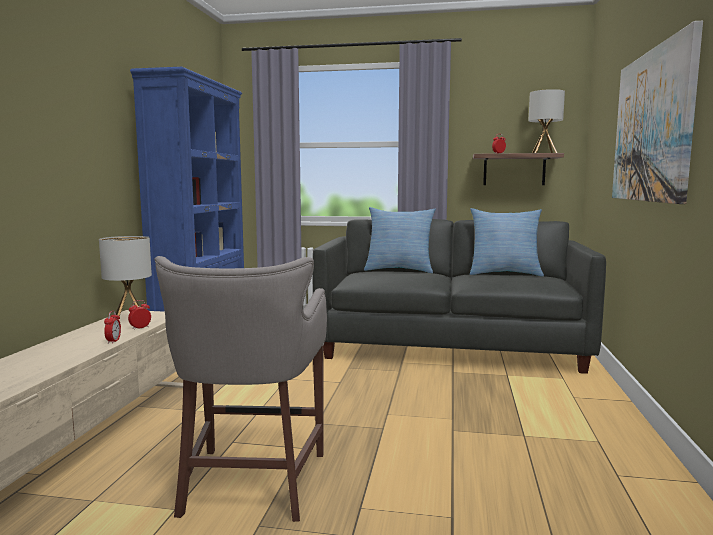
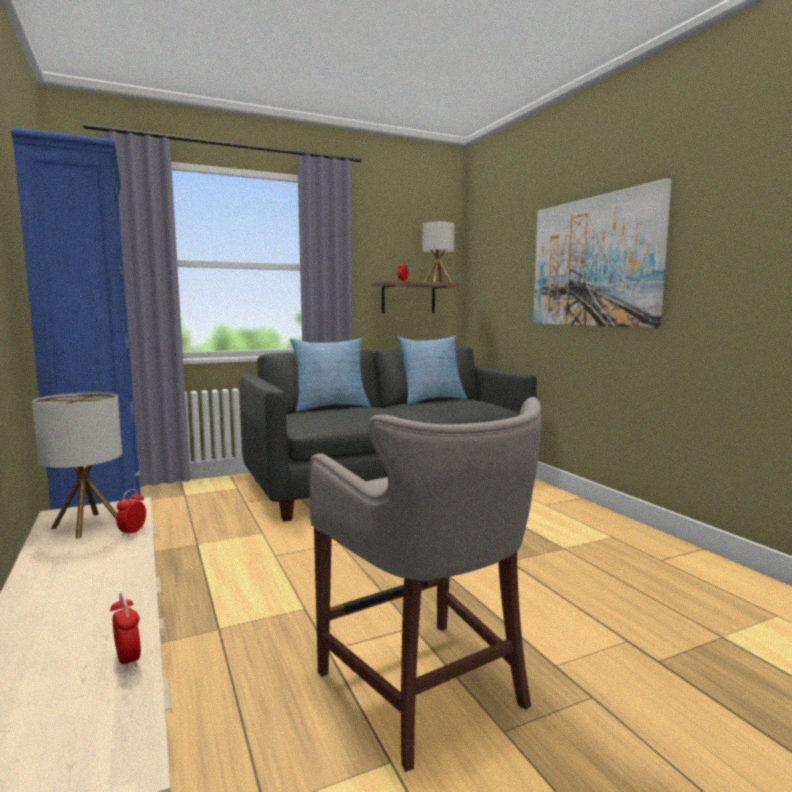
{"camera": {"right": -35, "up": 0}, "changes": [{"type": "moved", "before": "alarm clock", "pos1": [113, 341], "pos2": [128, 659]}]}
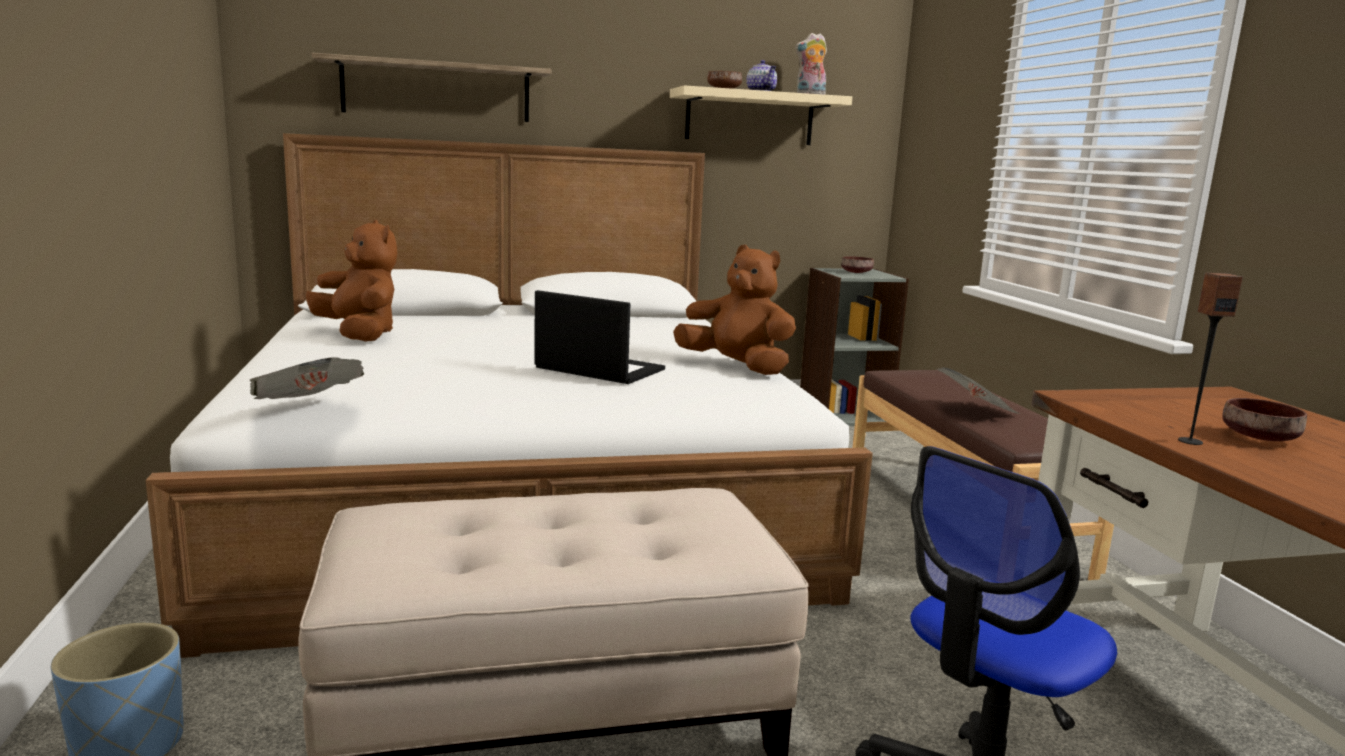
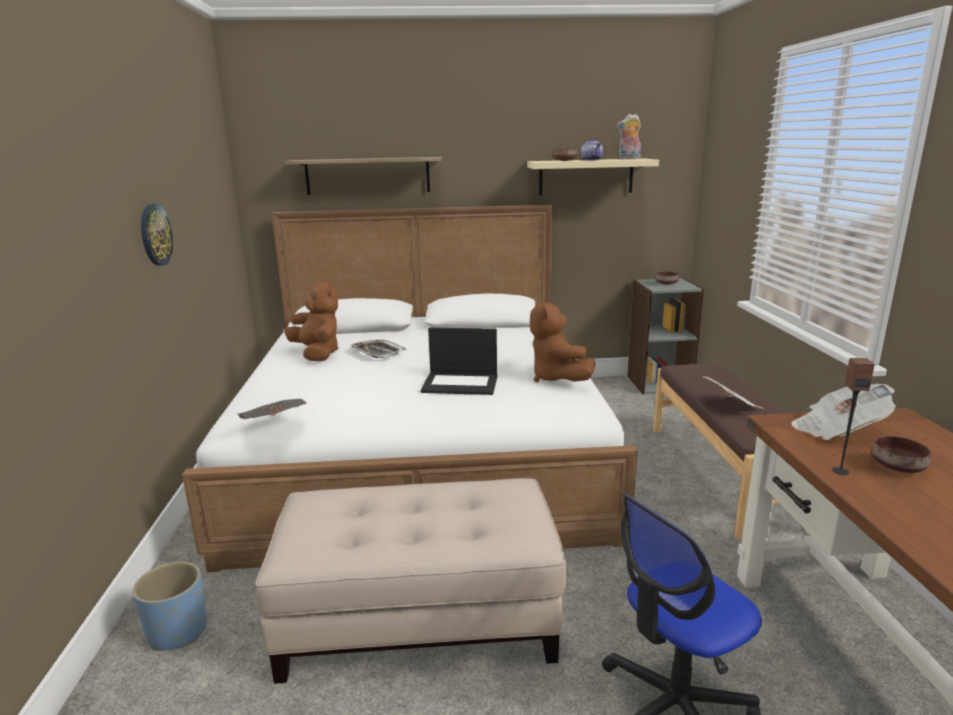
{"camera": {"right": 10, "up": 5}, "changes": [{"type": "turned", "before": "portable computer", "pos1": [598, 369], "pos2": [461, 383], "turn": 150}, {"type": "turned", "before": "brown cuddly toy", "pos1": [737, 367], "pos2": [557, 378], "turn": -150}, {"type": "added", "after": "clock on the wall", "pos2": [155, 234]}, {"type": "added", "after": "serving tray", "pos2": [377, 353]}, {"type": "added", "after": "printed paper", "pos2": [838, 430]}]}
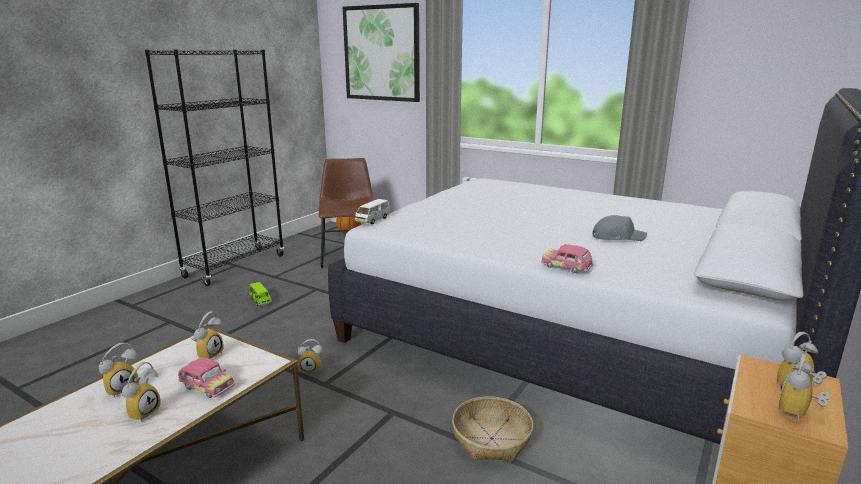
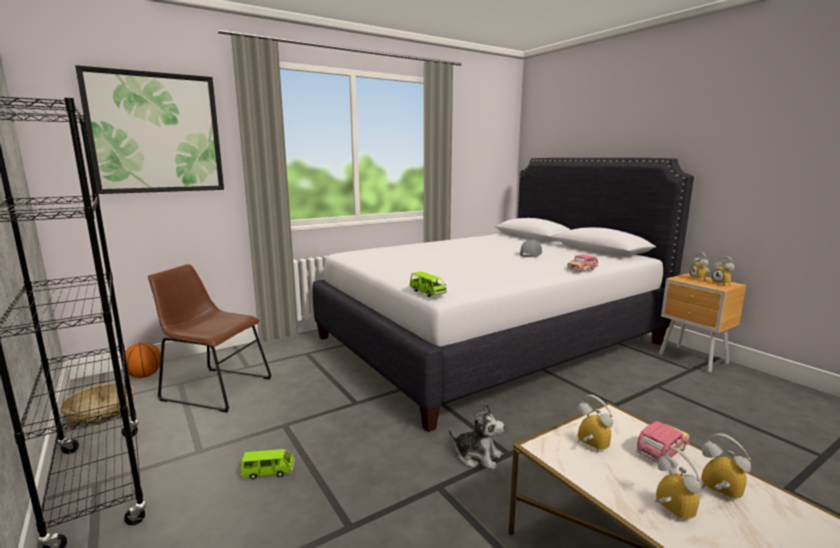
{"camera": {"right": -65, "up": -5}, "changes": [{"type": "replaced", "before": "alarm clock", "after": "cuddly toy", "pos1": [312, 369], "pos2": [477, 456]}, {"type": "recoloured", "before": "whitish toy car", "after": "green-coloured toy car", "pos1": [373, 220], "pos2": [427, 292]}, {"type": "moved", "before": "storage basket", "pos1": [492, 438], "pos2": [100, 411]}]}
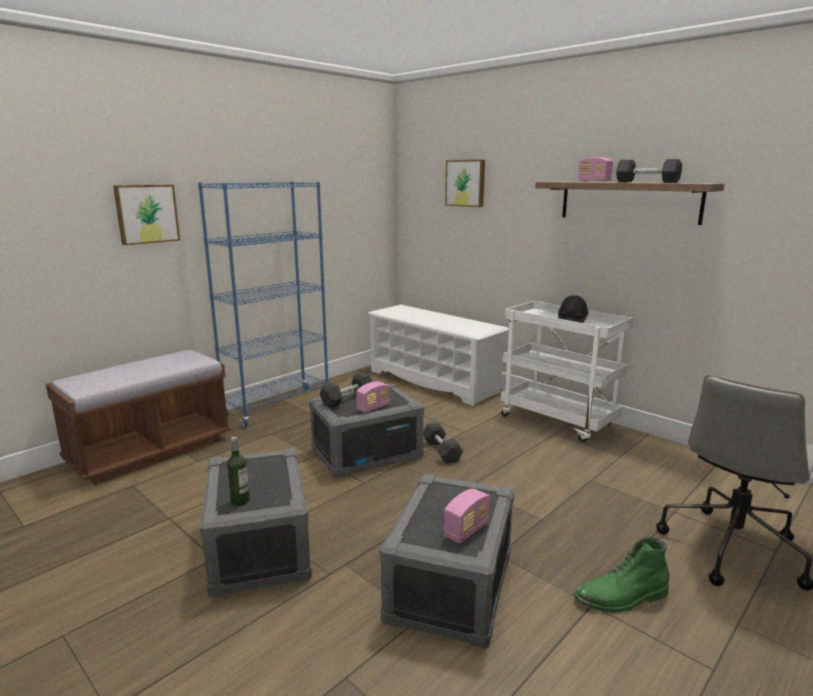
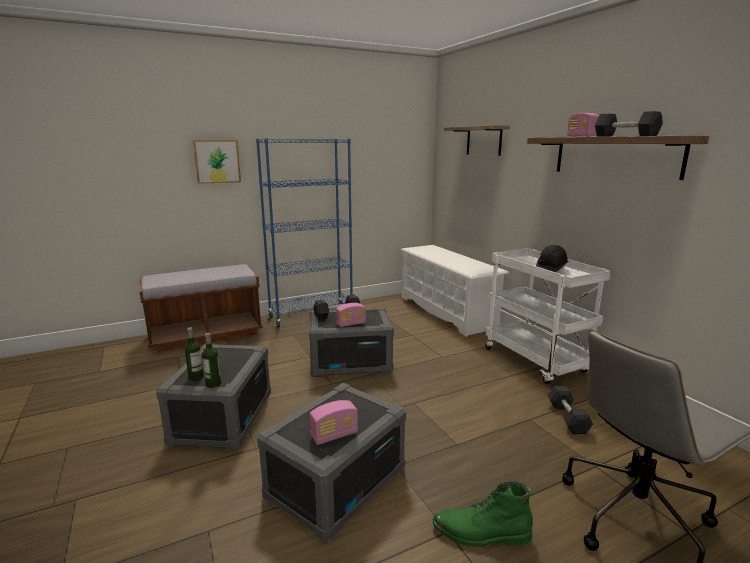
{"camera": {"right": 20, "up": 0}, "changes": [{"type": "moved", "before": "black-coloured dumbbell", "pos1": [441, 451], "pos2": [567, 418]}, {"type": "replaced", "before": "picture", "after": "bracket shelf", "pos1": [466, 183], "pos2": [484, 141]}, {"type": "added", "after": "bottle", "pos2": [213, 384]}]}
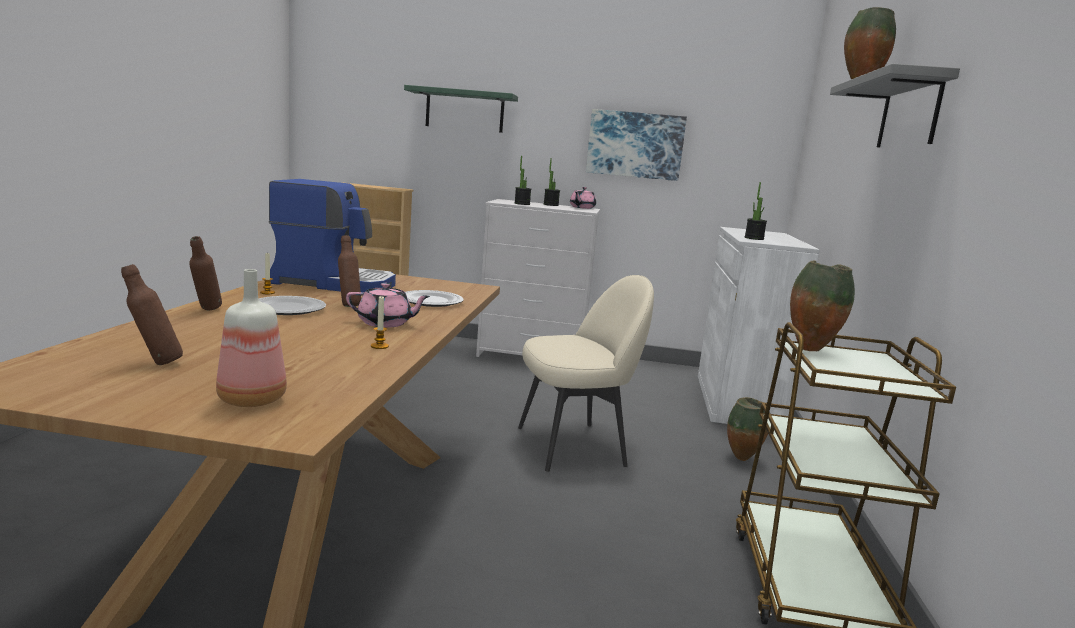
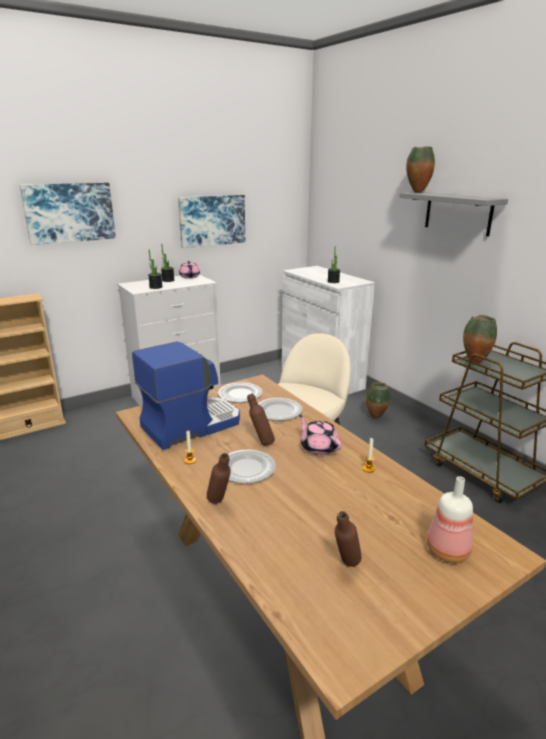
{"camera": {"right": -40, "up": 10}, "changes": [{"type": "turned", "before": "pink tea pot", "pos1": [385, 323], "pos2": [318, 447], "turn": -90}, {"type": "replaced", "before": "green-coloured bracket shelf", "after": "picture", "pos1": [464, 110], "pos2": [69, 212]}, {"type": "added", "after": "flat dish", "pos2": [239, 394]}]}
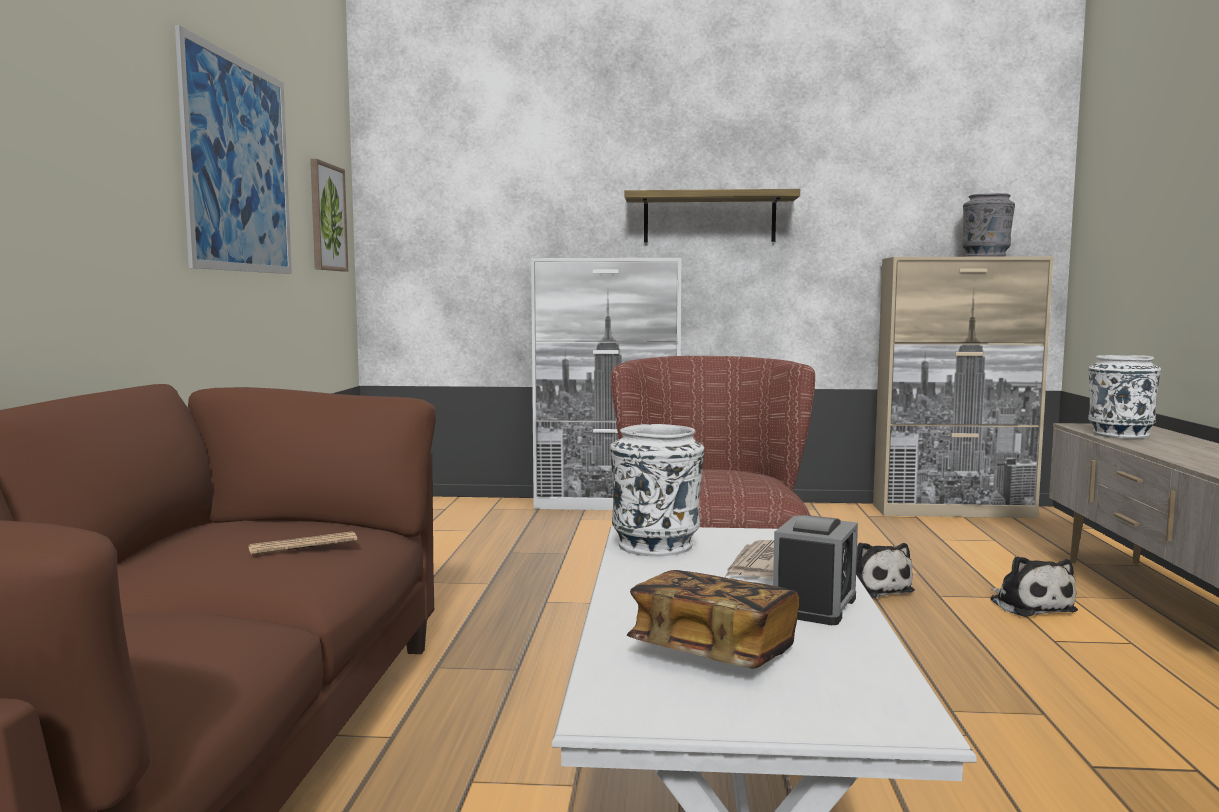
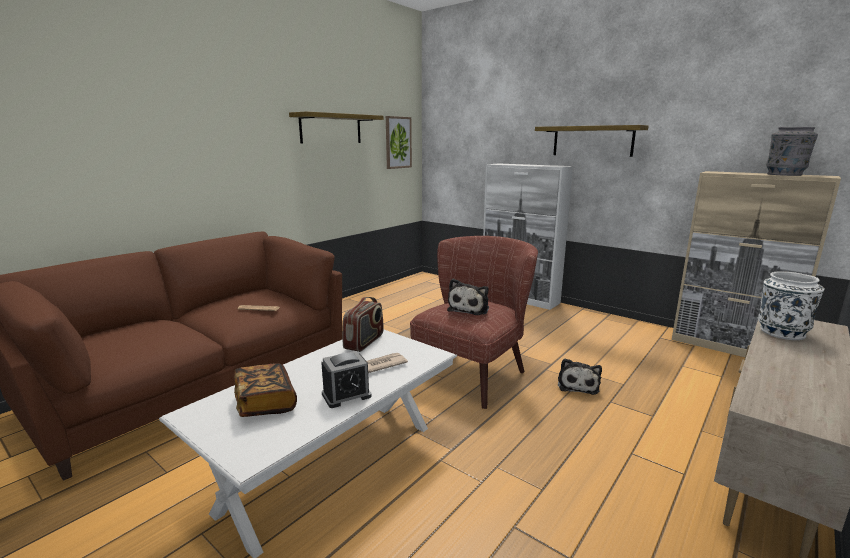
{"camera": {"right": 35, "up": 10}, "changes": [{"type": "replaced", "before": "picture", "after": "bracket shelf", "pos1": [239, 165], "pos2": [331, 128]}, {"type": "replaced", "before": "whitish decorative vase", "after": "radio set", "pos1": [656, 545], "pos2": [364, 342]}, {"type": "moved", "before": "cuddly toy", "pos1": [1030, 605], "pos2": [469, 308]}]}
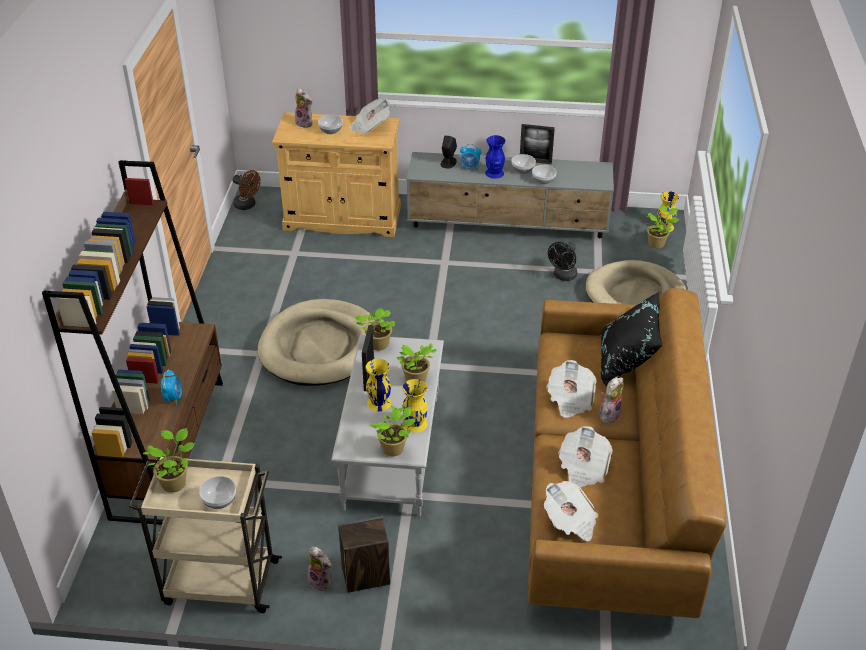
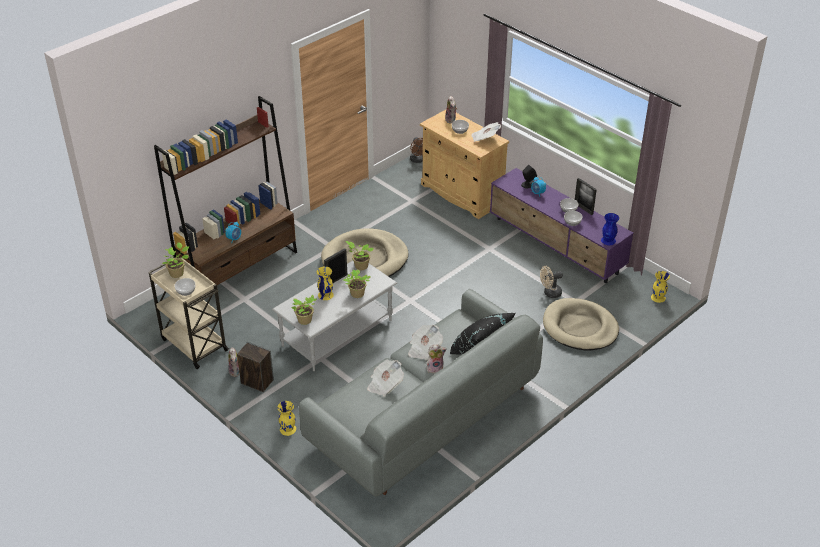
{"camera": {"right": 40, "up": 0}, "changes": [{"type": "moved", "before": "yellow-coloured decorative vase", "pos1": [415, 423], "pos2": [288, 429]}, {"type": "recoloured", "before": "grey media console", "after": "purple-coloured media console", "pos1": [508, 225], "pos2": [556, 246]}, {"type": "moved", "before": "blue-coloured decorative vase", "pos1": [494, 173], "pos2": [608, 240]}, {"type": "recoloured", "before": "brown couch", "after": "grey couch", "pos1": [609, 487], "pos2": [425, 416]}, {"type": "removed", "before": "printed paper", "pos1": [570, 521]}, {"type": "recoloured", "before": "black-coloured electric fan", "after": "sand-coloured electric fan", "pos1": [563, 276], "pos2": [549, 293]}, {"type": "removed", "before": "plant in a pot", "pos1": [657, 243]}]}
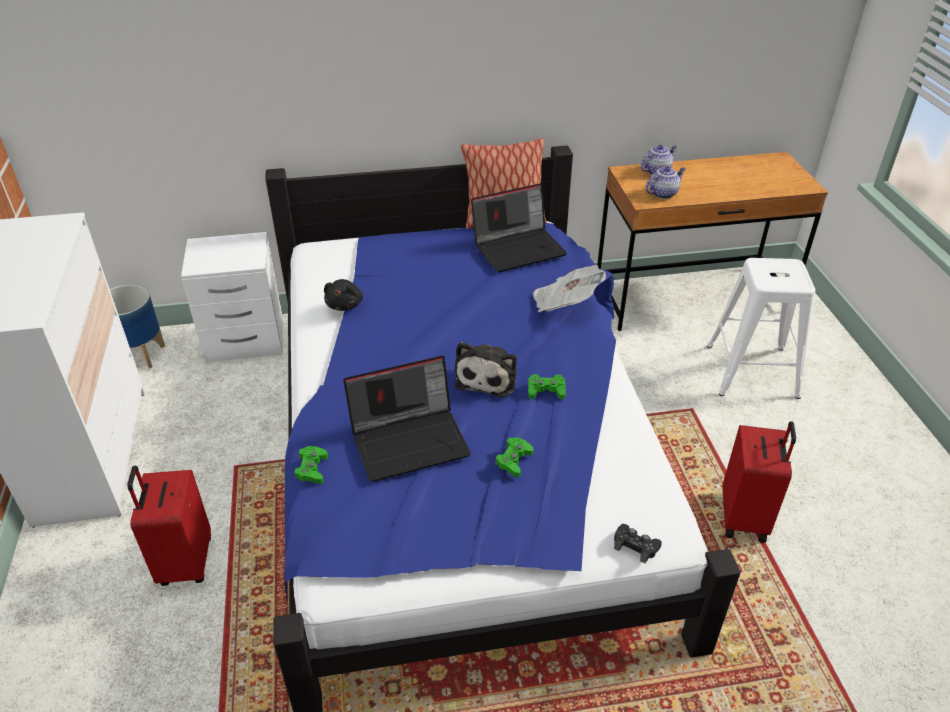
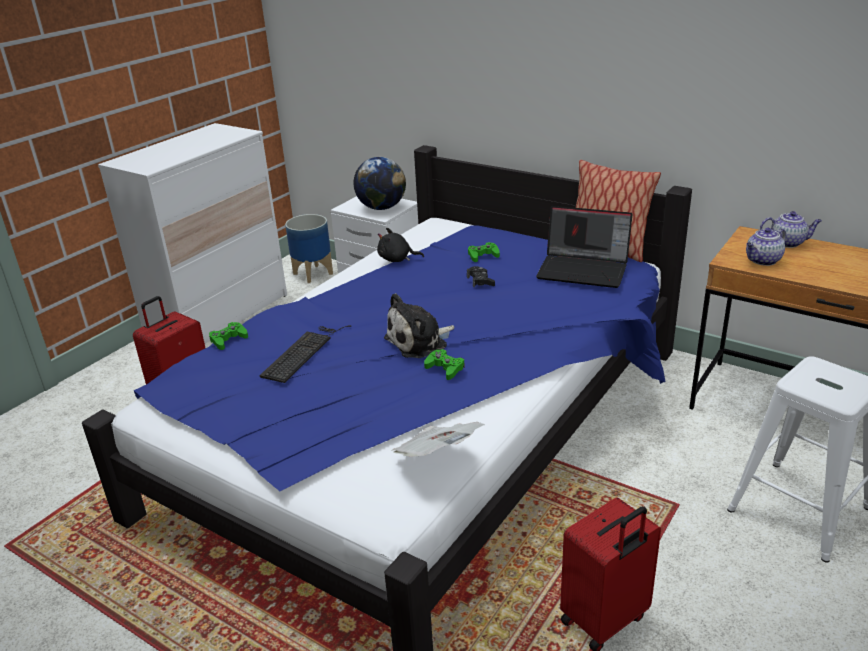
{"camera": {"right": 45, "up": -10}, "changes": [{"type": "turned", "before": "black-coloured cuddly toy", "pos1": [345, 304], "pos2": [397, 259], "turn": 45}, {"type": "replaced", "before": "portable computer", "after": "PC keyboard", "pos1": [410, 440], "pos2": [304, 351]}, {"type": "moved", "before": "green-coloured game controller", "pos1": [514, 460], "pos2": [483, 256]}, {"type": "moved", "before": "printed paper", "pos1": [565, 303], "pos2": [438, 457]}, {"type": "moved", "before": "black-coloured game controller", "pos1": [635, 546], "pos2": [480, 281]}, {"type": "turned", "before": "tea pot", "pos1": [663, 193], "pos2": [762, 261], "turn": 135}, {"type": "added", "after": "world globe", "pos2": [381, 208]}]}
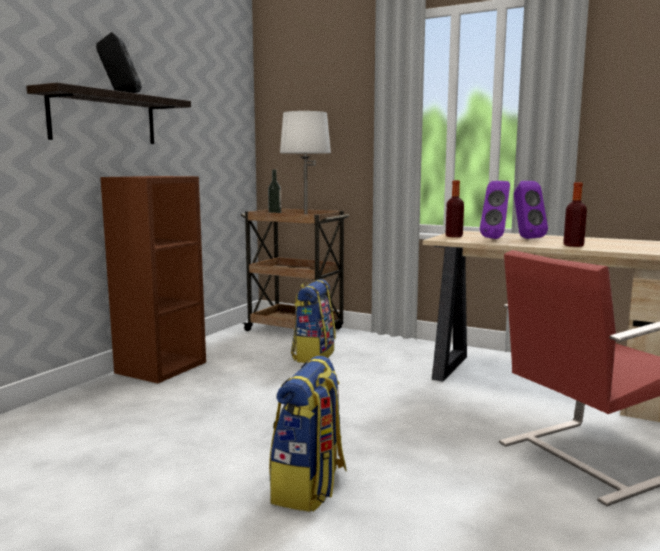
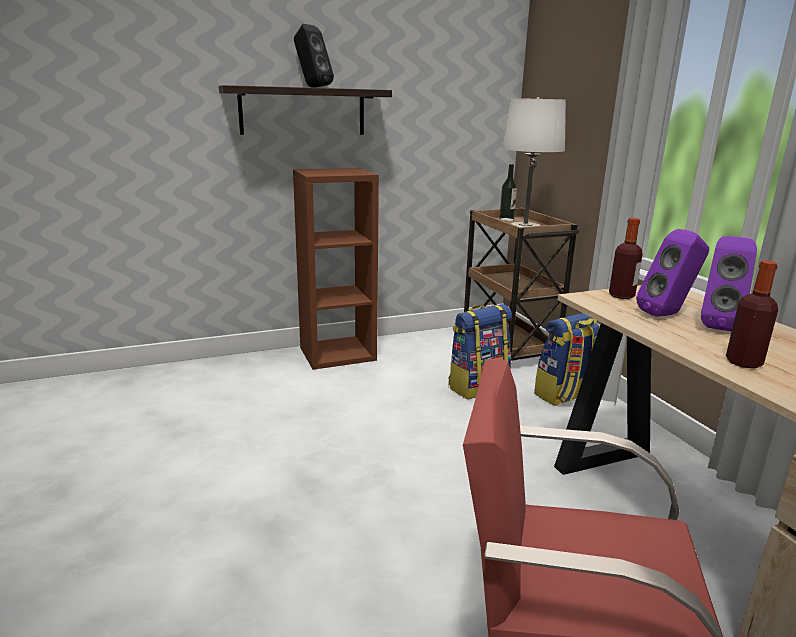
{"camera": {"right": 40, "up": 10}, "changes": [{"type": "moved", "before": "knapsack", "pos1": [309, 488], "pos2": [565, 395]}]}
